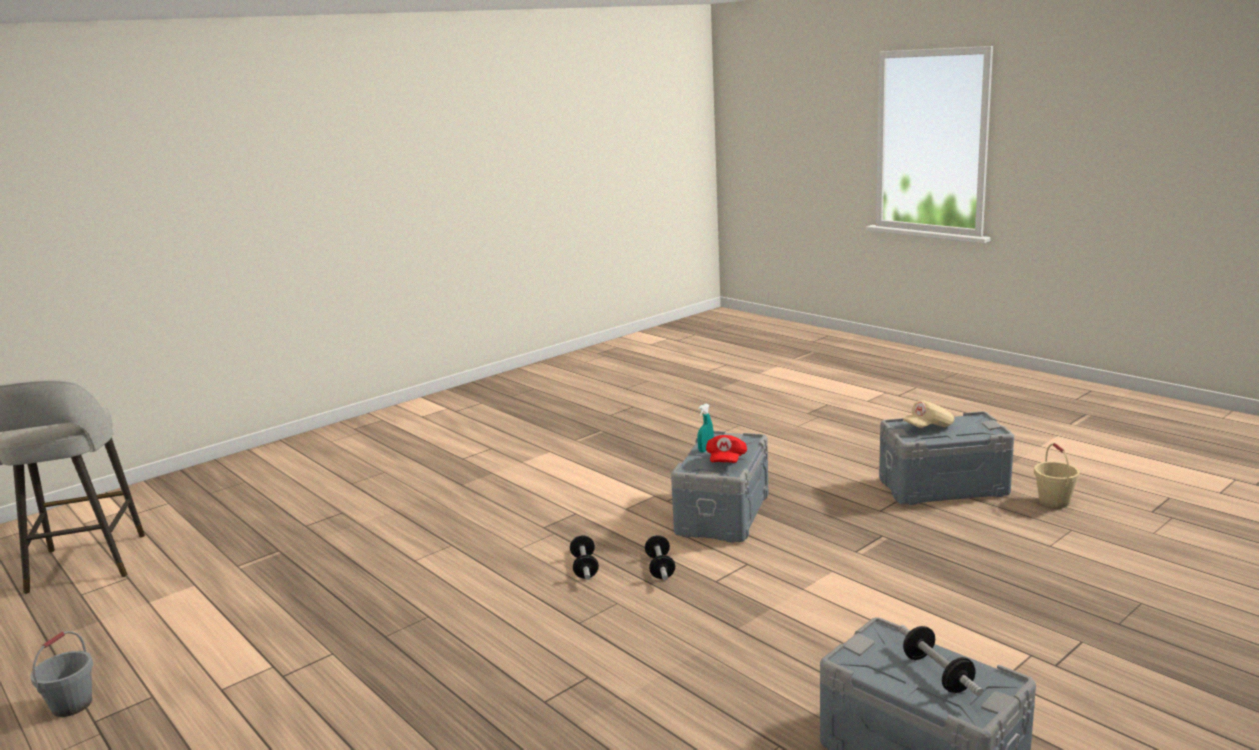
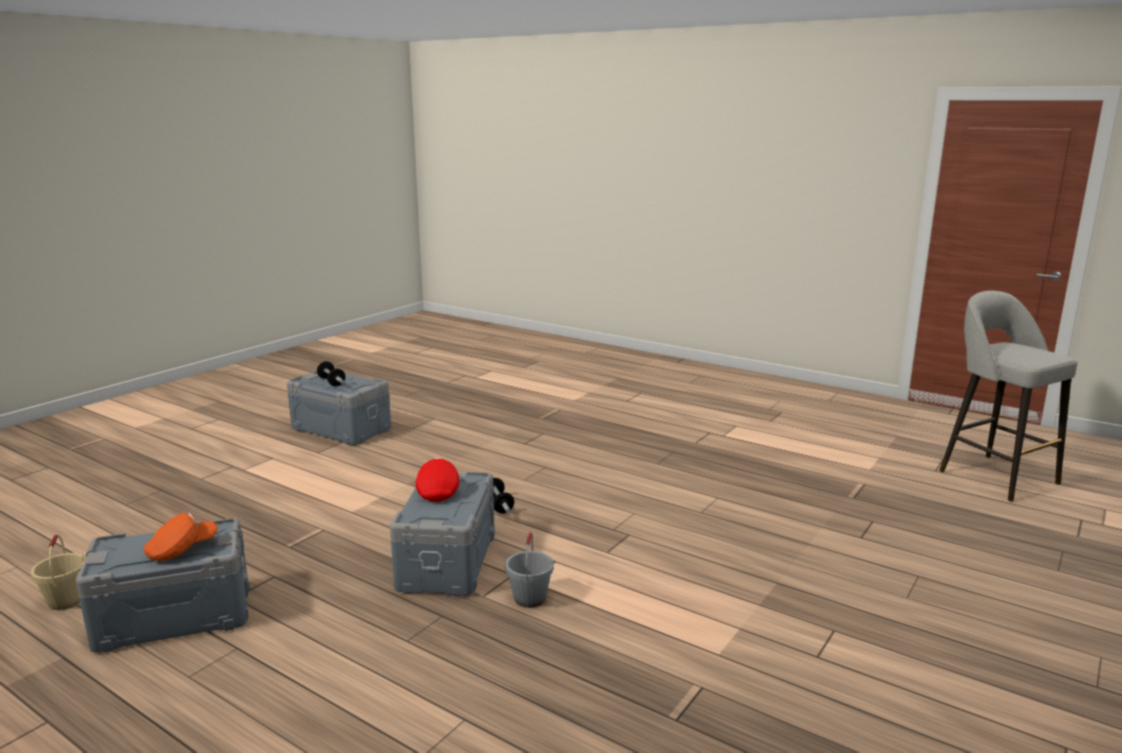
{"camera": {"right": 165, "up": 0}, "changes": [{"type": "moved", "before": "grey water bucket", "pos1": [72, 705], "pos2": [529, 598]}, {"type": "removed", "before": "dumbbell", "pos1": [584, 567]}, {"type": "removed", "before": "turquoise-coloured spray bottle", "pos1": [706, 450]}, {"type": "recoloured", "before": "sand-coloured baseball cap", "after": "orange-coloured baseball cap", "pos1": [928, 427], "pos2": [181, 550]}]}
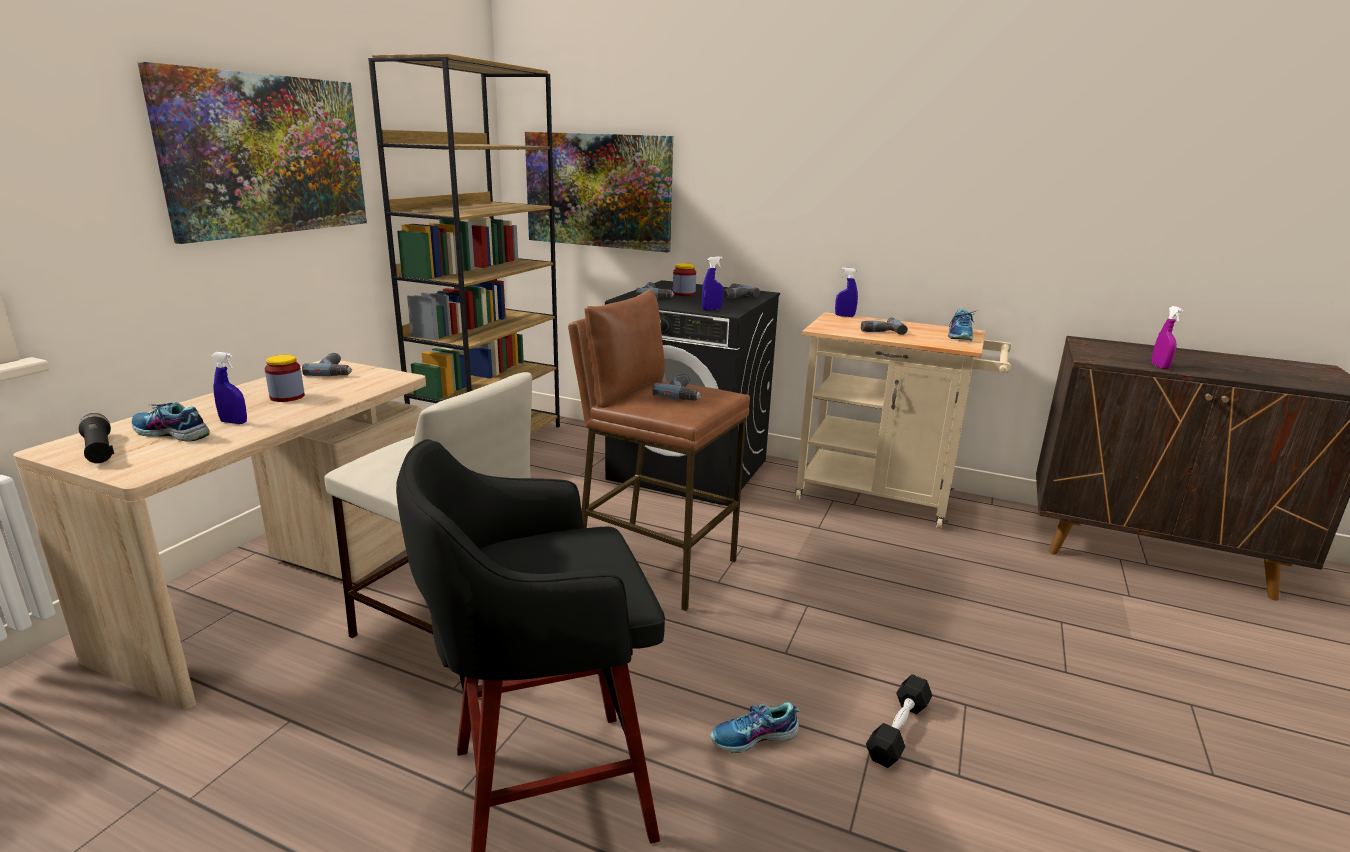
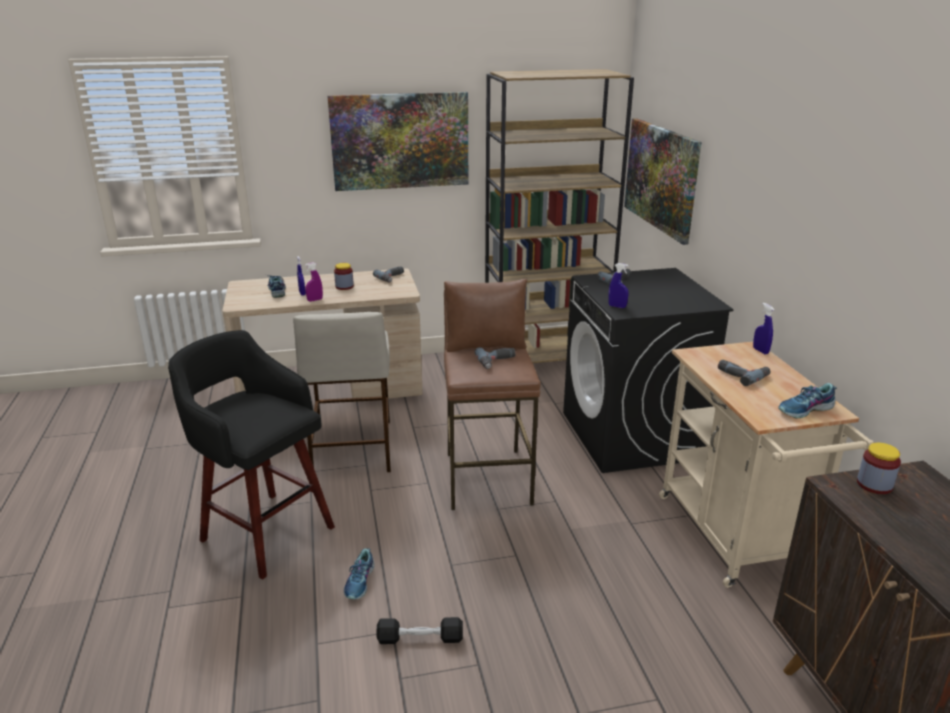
{"camera": {"right": 55, "up": 5}, "changes": [{"type": "removed", "before": "black-coloured flashlight", "pos1": [99, 449]}, {"type": "moved", "before": "storage jar", "pos1": [684, 294], "pos2": [874, 485]}, {"type": "turned", "before": "shoe", "pos1": [754, 738], "pos2": [360, 582], "turn": -120}, {"type": "removed", "before": "electric drill", "pos1": [733, 296]}, {"type": "moved", "before": "purple-coloured spray bottle", "pos1": [1160, 366], "pos2": [315, 300]}]}
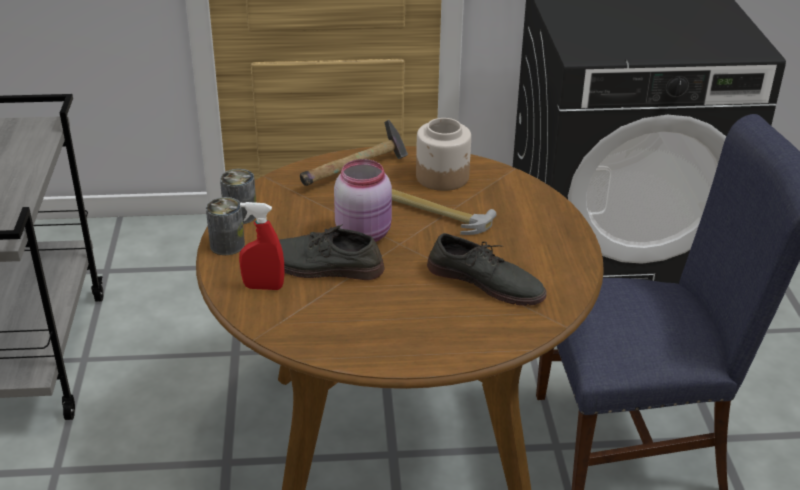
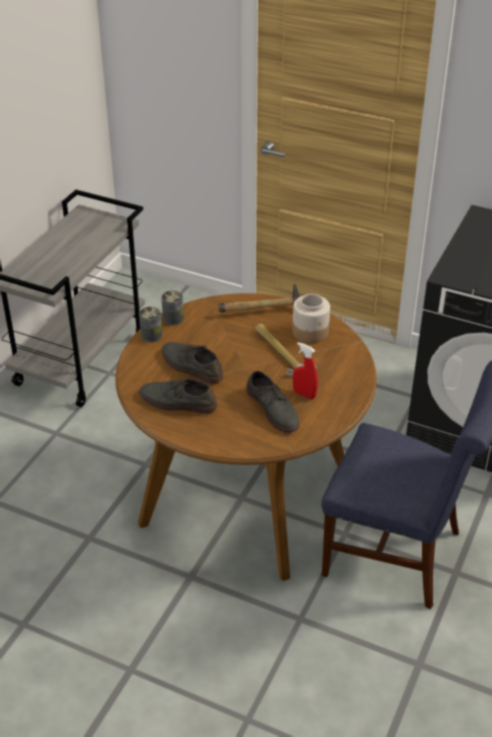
{"camera": {"right": 30, "up": 5}, "changes": [{"type": "moved", "before": "reddish spray bottle", "pos1": [263, 287], "pos2": [304, 394]}, {"type": "removed", "before": "pink storage jar", "pos1": [365, 234]}, {"type": "added", "after": "grey shoe", "pos2": [177, 402]}]}
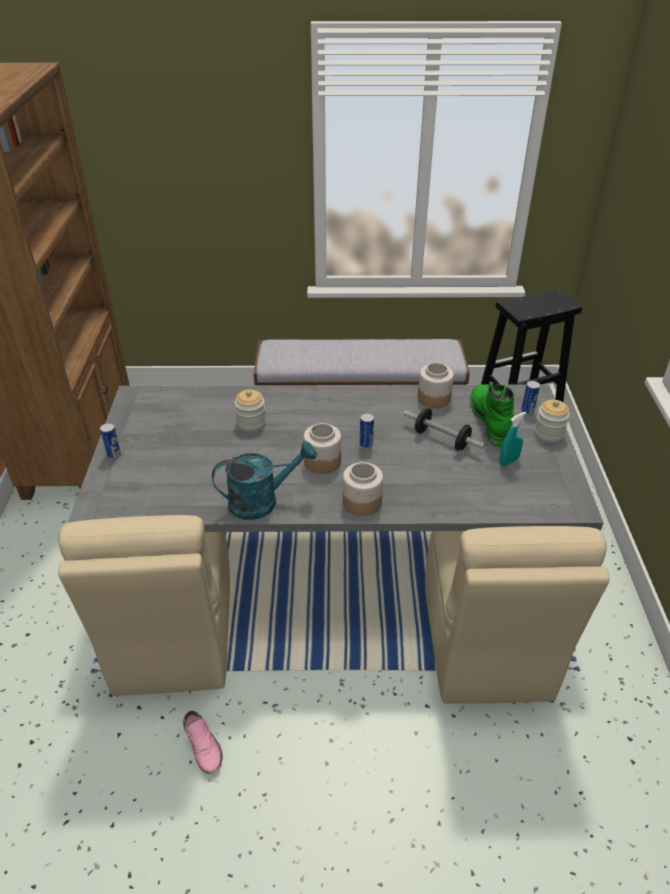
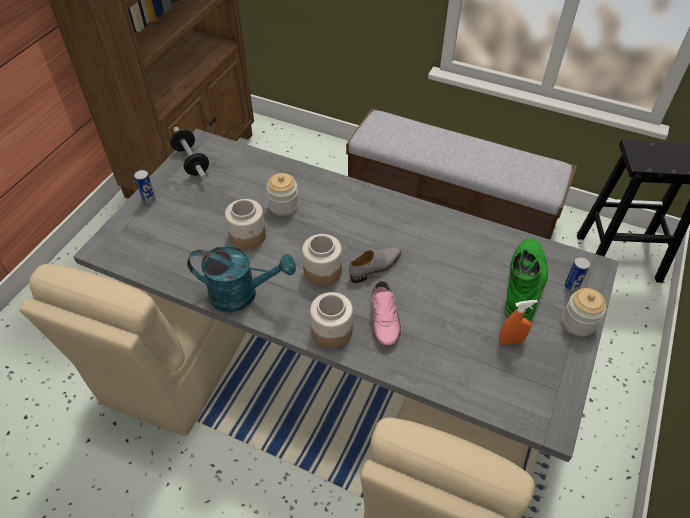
{"camera": {"right": 25, "up": 10}, "changes": [{"type": "moved", "before": "pink shoe", "pos1": [204, 745], "pos2": [385, 319]}, {"type": "replaced", "before": "can", "after": "grey shoe", "pos1": [366, 445], "pos2": [375, 267]}, {"type": "moved", "before": "dumbbell", "pos1": [441, 439], "pos2": [191, 161]}, {"type": "moved", "before": "storage jar", "pos1": [434, 398], "pos2": [248, 235]}, {"type": "recoloured", "before": "turquoise-coloured spray bottle", "after": "orange-coloured spray bottle", "pos1": [508, 461], "pos2": [511, 340]}]}
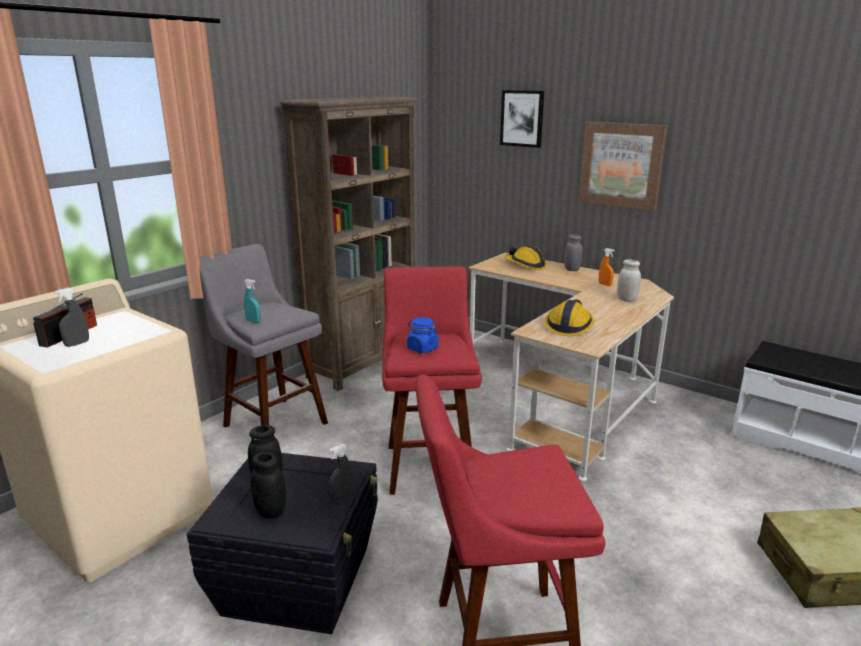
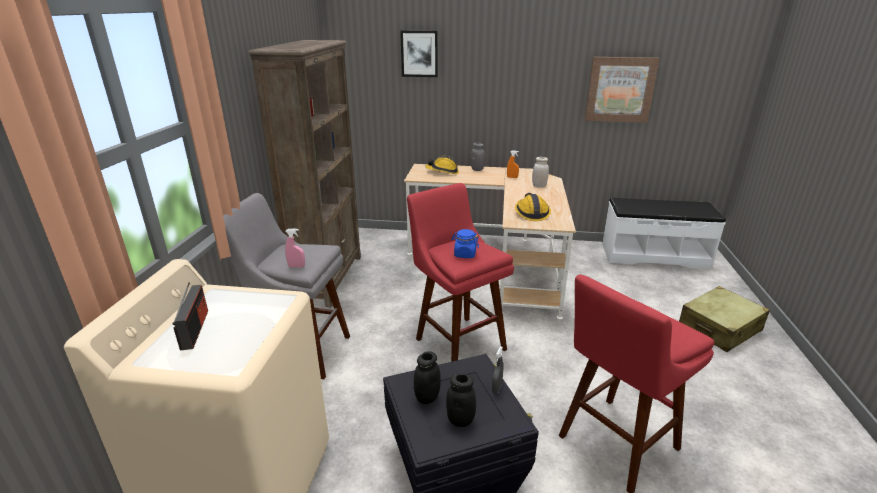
{"camera": {"right": -30, "up": 5}, "changes": [{"type": "removed", "before": "grey spray bottle", "pos1": [77, 344]}, {"type": "recoloured", "before": "turquoise-coloured spray bottle", "after": "pink spray bottle", "pos1": [253, 321], "pos2": [296, 266]}, {"type": "moved", "before": "picture", "pos1": [621, 165], "pos2": [620, 89]}]}
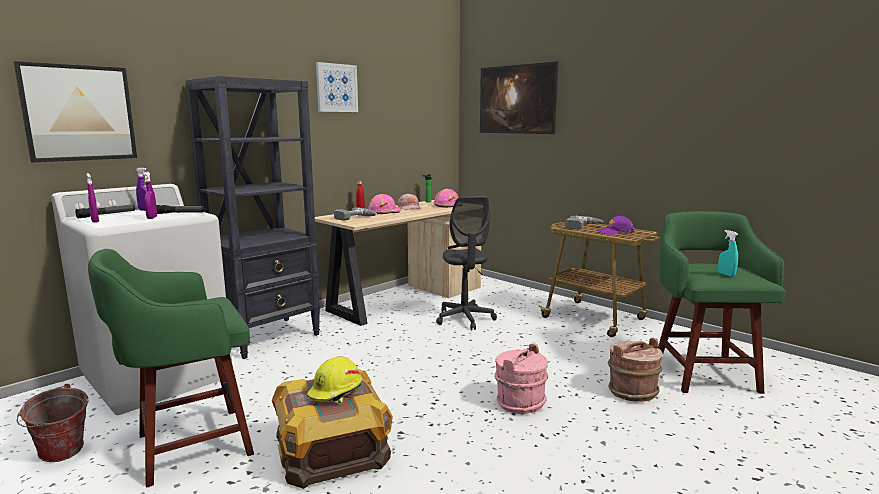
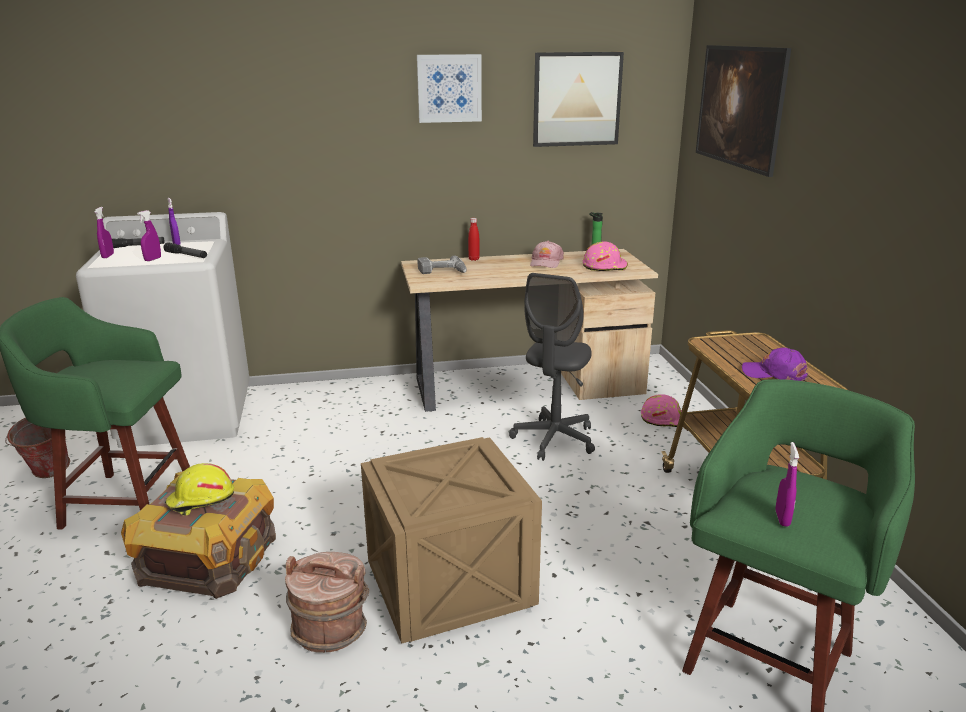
{"camera": {"right": 35, "up": 10}, "changes": [{"type": "moved", "before": "picture", "pos1": [79, 113], "pos2": [577, 99]}, {"type": "removed", "before": "black-coloured bookcase", "pos1": [268, 337]}, {"type": "moved", "before": "pink safety helmet", "pos1": [384, 212], "pos2": [663, 418]}, {"type": "replaced", "before": "pink water bucket", "after": "crate", "pos1": [519, 402], "pos2": [447, 585]}, {"type": "removed", "before": "electric drill", "pos1": [583, 226]}, {"type": "moved", "before": "brown water bucket", "pos1": [632, 391], "pos2": [330, 629]}, {"type": "recoloured", "before": "turquoise-coloured spray bottle", "after": "purple-coloured spray bottle", "pos1": [726, 274], "pos2": [782, 518]}]}
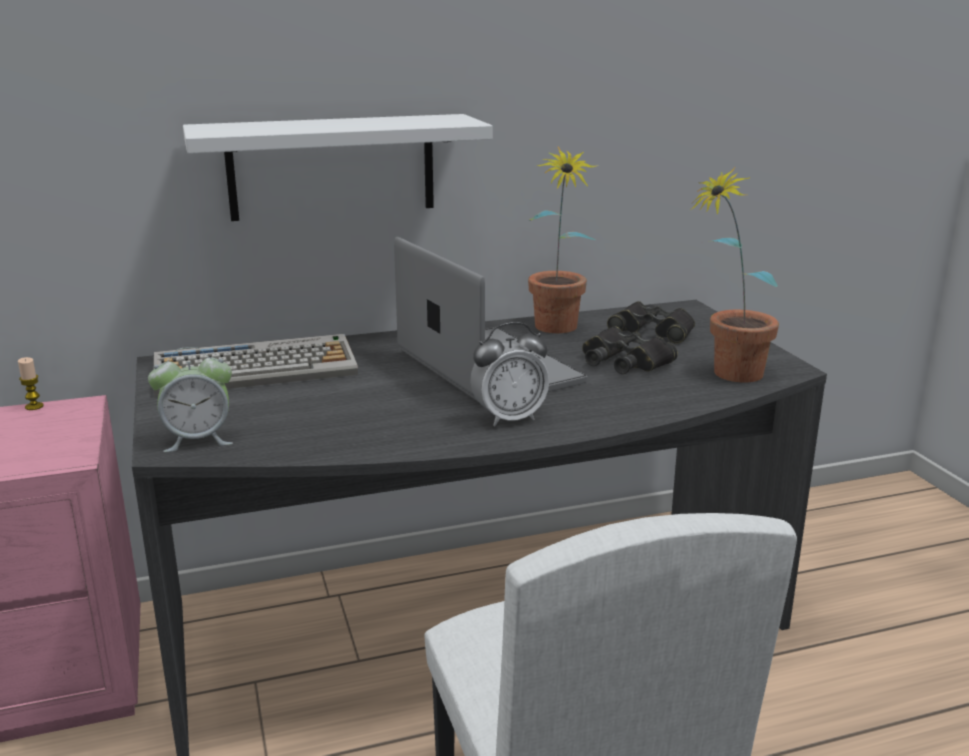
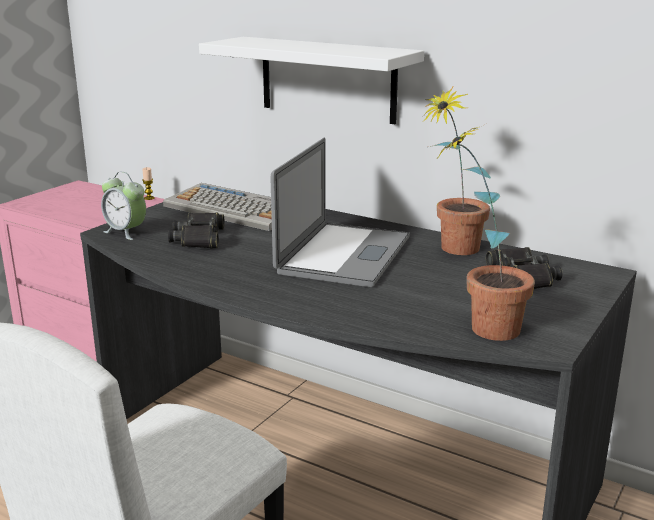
{"camera": {"right": 50, "up": 0}, "changes": [{"type": "removed", "before": "alarm clock", "pos1": [509, 418]}, {"type": "moved", "before": "black-coloured field glasses", "pos1": [624, 361], "pos2": [199, 238]}]}
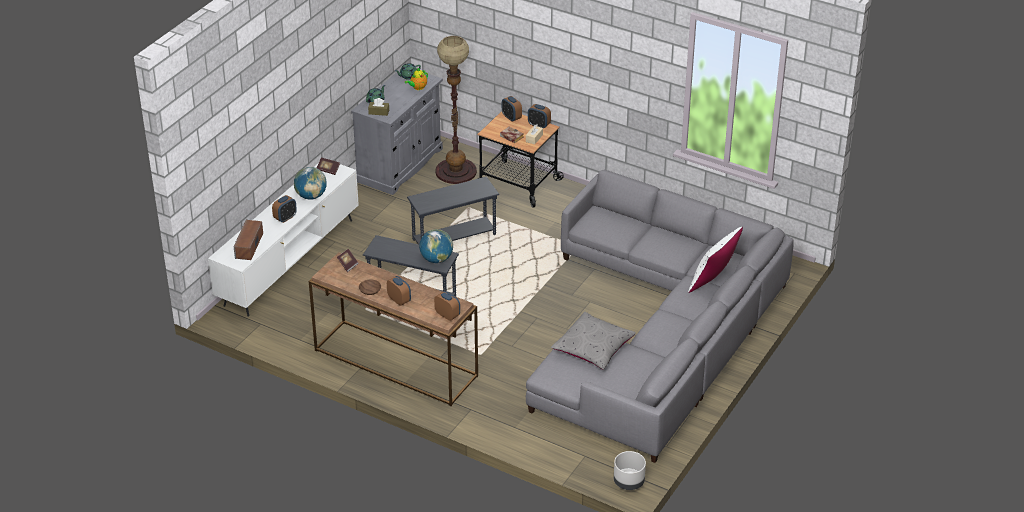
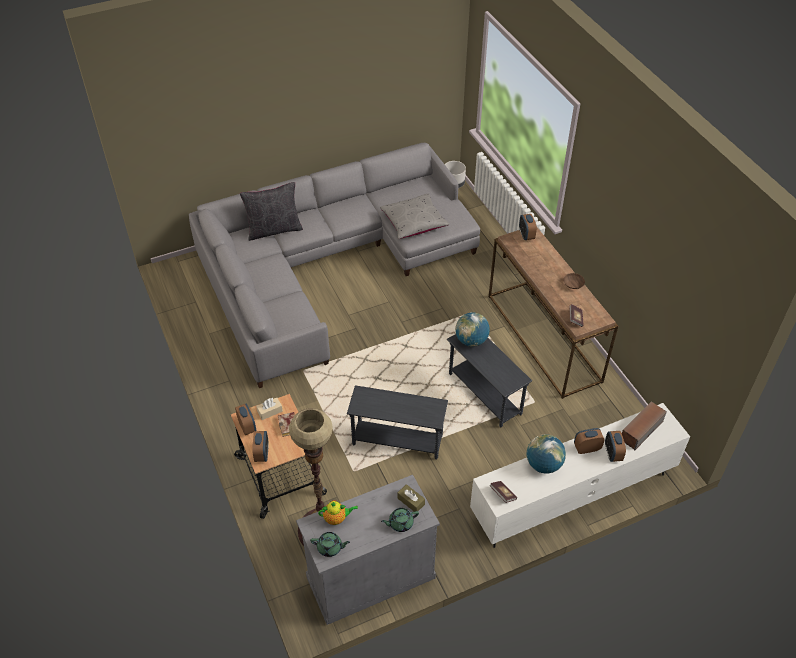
{"camera": {"right": -145, "up": 10}, "changes": [{"type": "moved", "before": "alarm clock", "pos1": [399, 300], "pos2": [612, 453]}, {"type": "recoloured", "before": "whitish throw pillow", "after": "black-coloured throw pillow", "pos1": [713, 281], "pos2": [274, 229]}]}
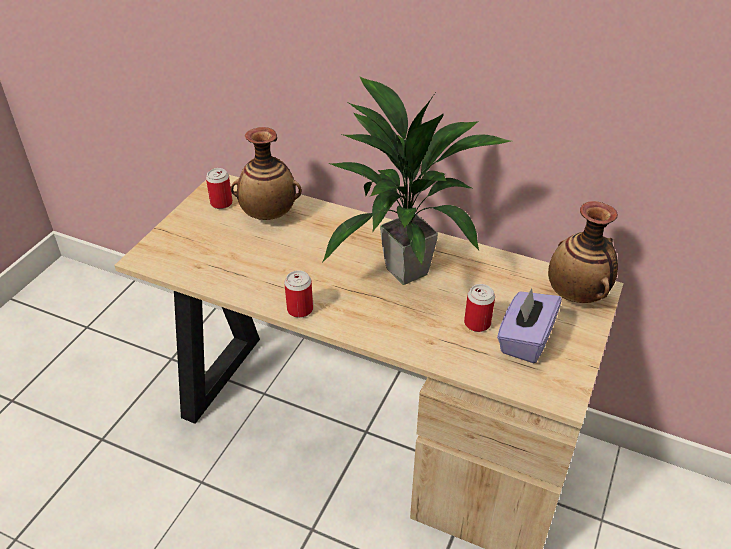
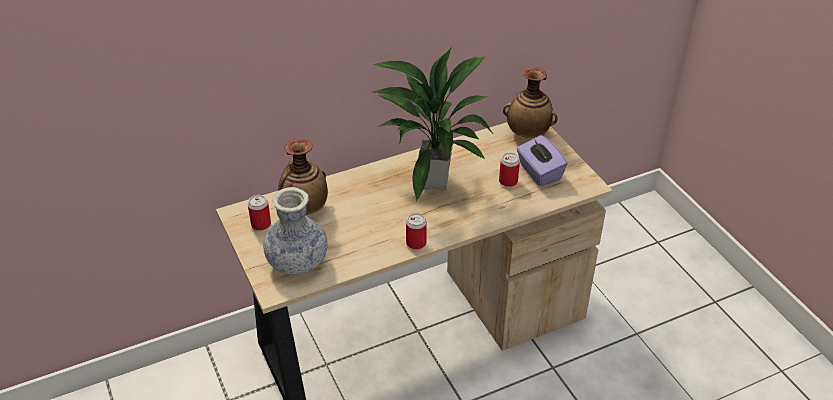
{"camera": {"right": -50, "up": 0}, "changes": [{"type": "added", "after": "decorative vase", "pos2": [297, 262]}]}
